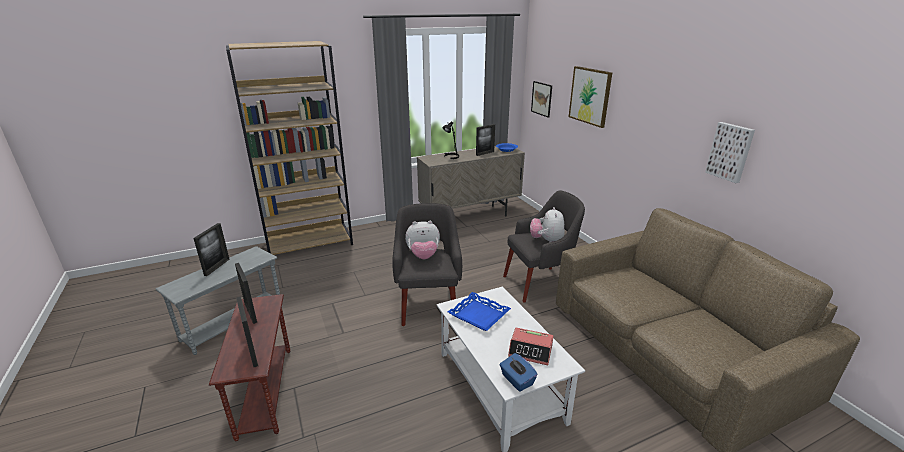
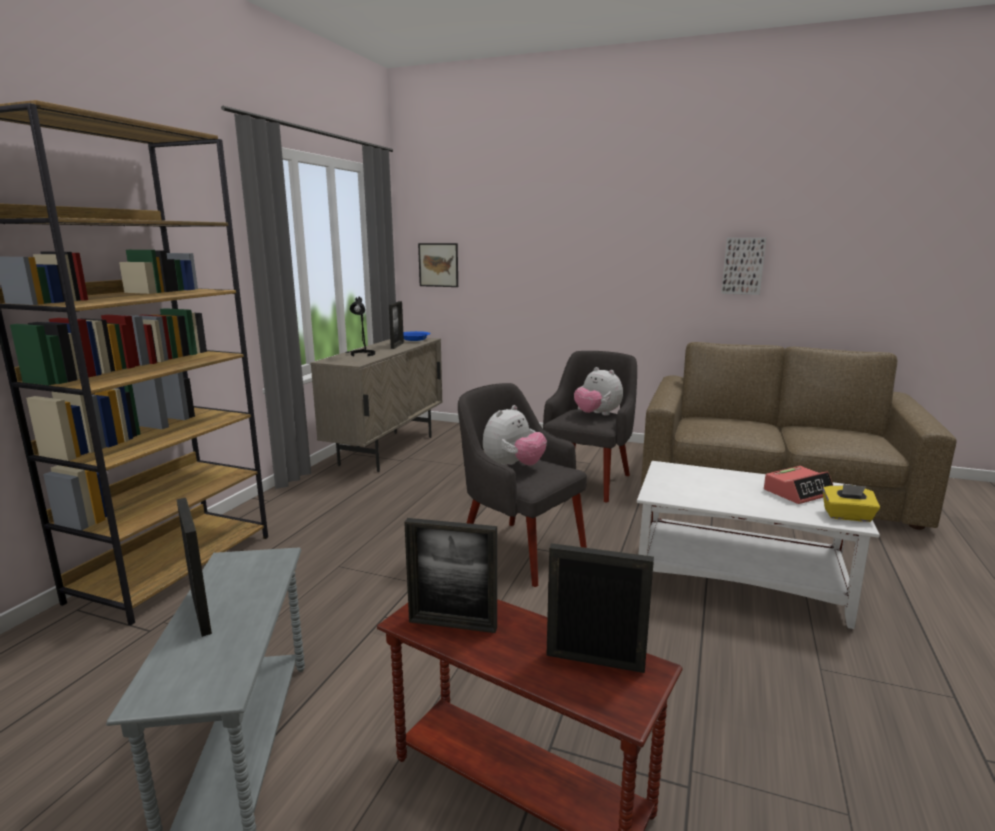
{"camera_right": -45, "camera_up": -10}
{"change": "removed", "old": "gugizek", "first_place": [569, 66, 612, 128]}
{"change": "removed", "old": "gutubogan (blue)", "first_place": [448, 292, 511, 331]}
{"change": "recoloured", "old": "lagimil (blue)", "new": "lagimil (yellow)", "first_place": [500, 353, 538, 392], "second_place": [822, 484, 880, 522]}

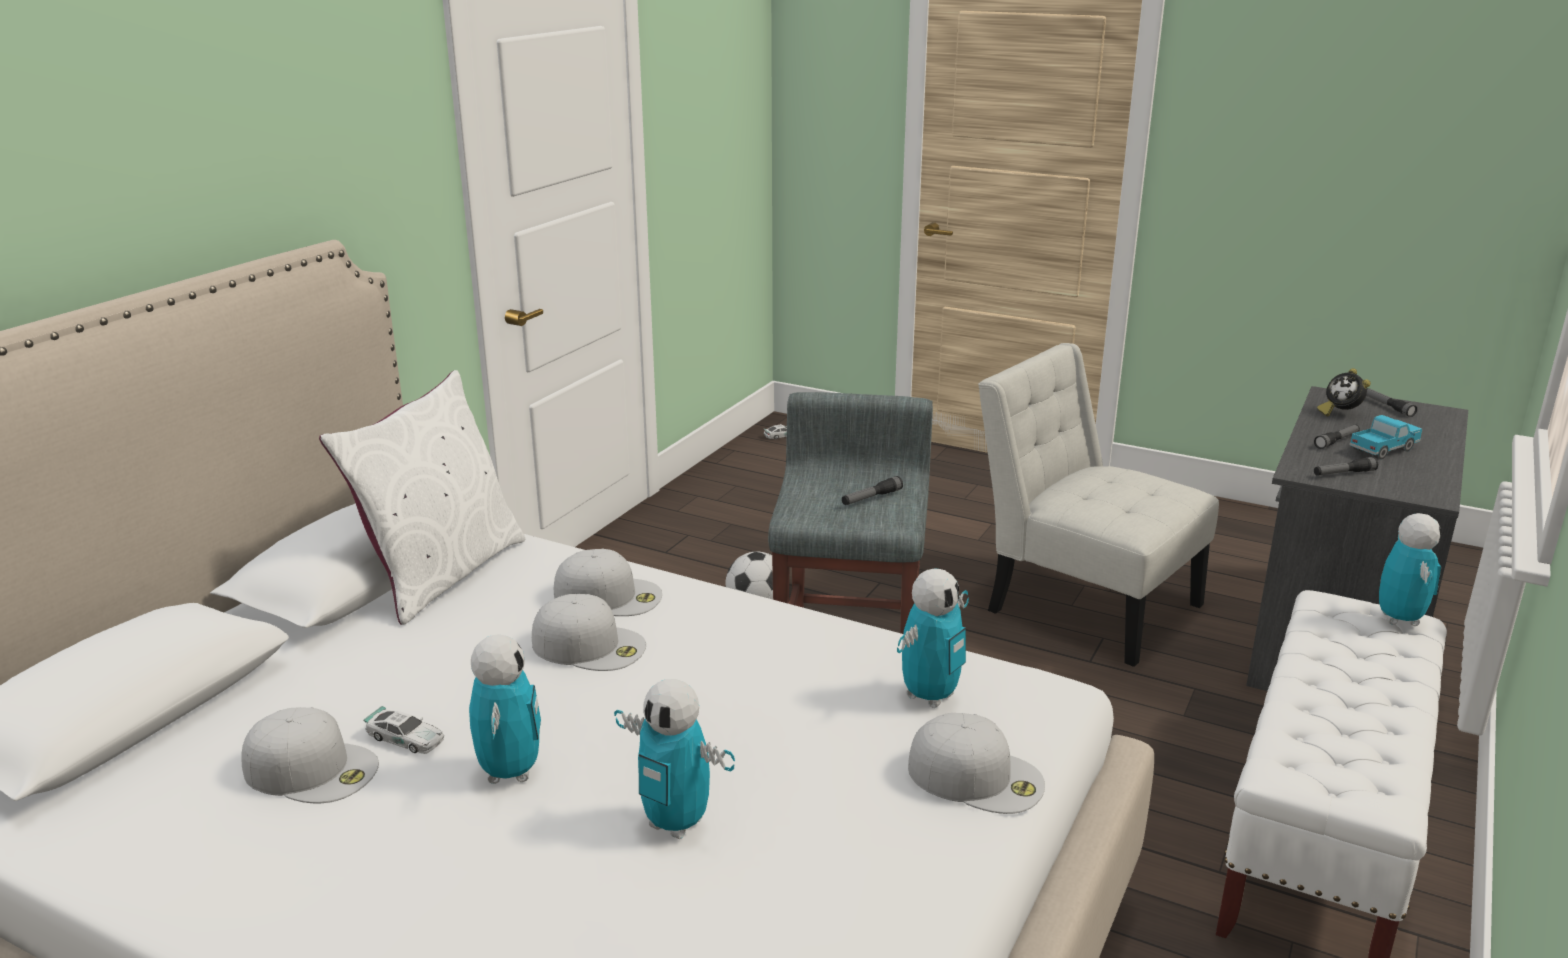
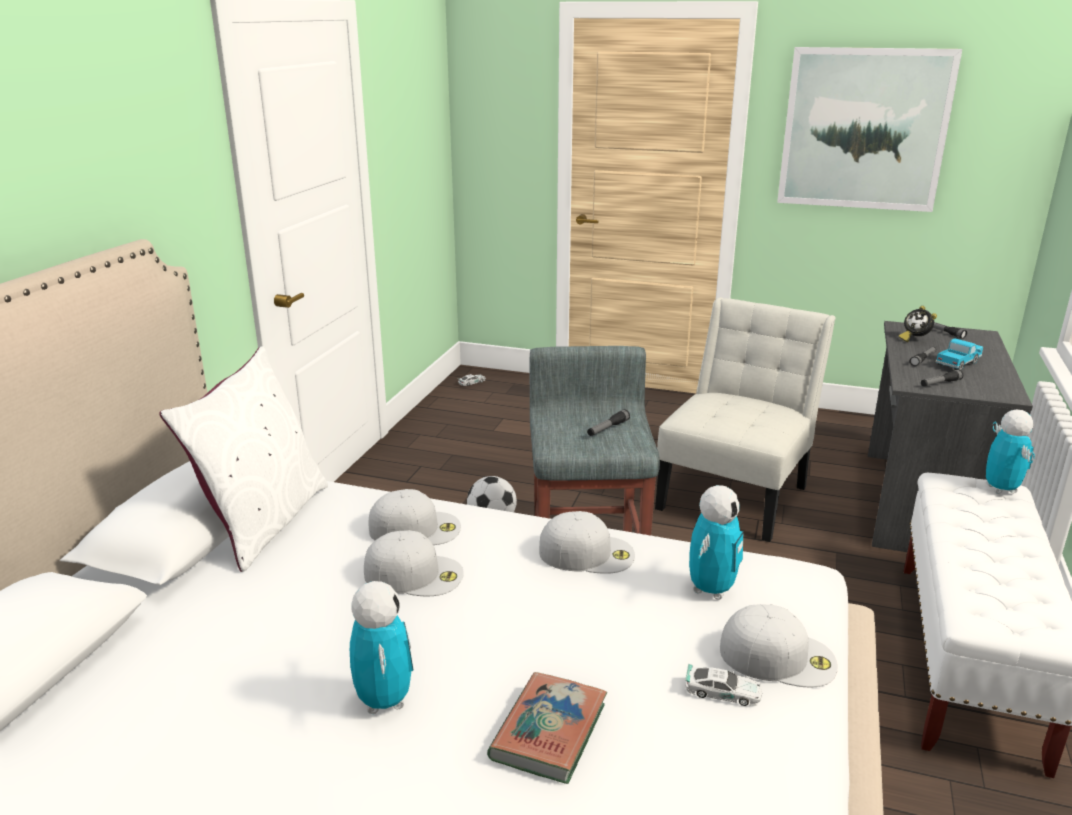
{"camera_right": -10, "camera_up": 0}
{"change": "turned", "old": "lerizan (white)", "first_place": [978, 343, 1219, 667], "second_place": [655, 297, 836, 542], "degrees": 90}
{"change": "replaced", "old": "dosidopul", "new": "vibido", "first_place": [614, 679, 735, 839], "second_place": [487, 672, 607, 784]}
{"change": "moved", "old": "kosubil", "first_place": [364, 706, 444, 754], "second_place": [685, 664, 762, 706]}
{"change": "moved", "old": "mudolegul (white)", "first_place": [241, 707, 379, 803], "second_place": [539, 511, 635, 574]}
{"change": "added", "new": "gugizek", "second_place": [777, 47, 962, 212]}

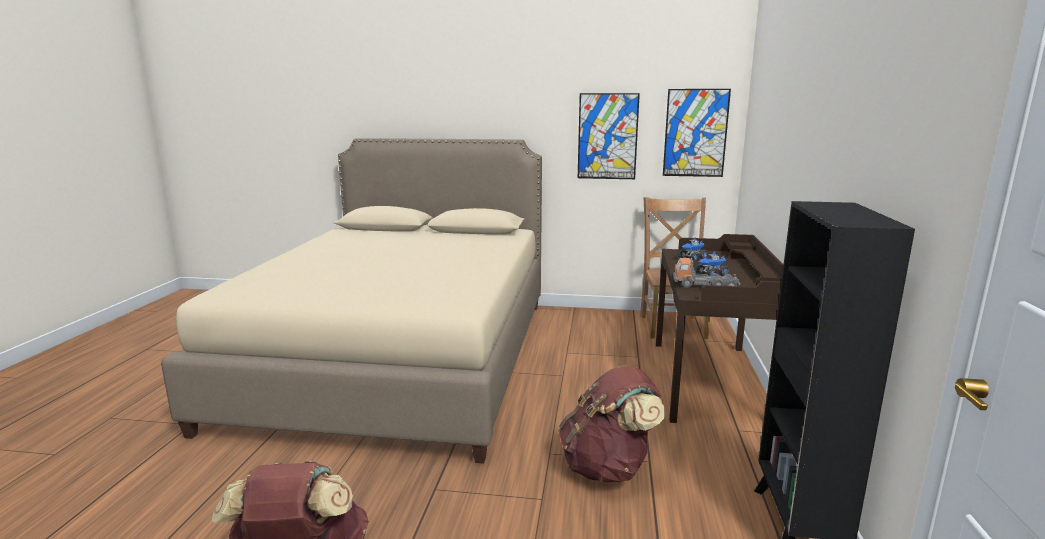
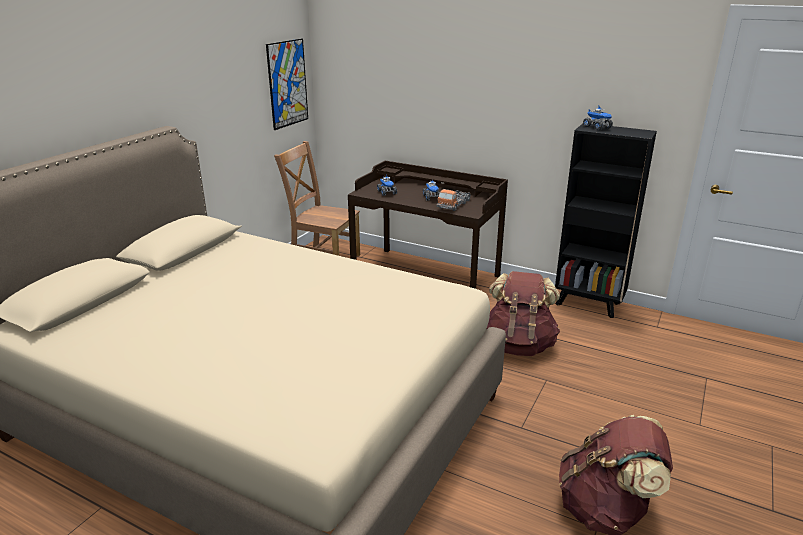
{"camera_right": -70, "camera_up": 10}
{"change": "removed", "old": "gugizek", "first_place": [578, 93, 640, 179]}
{"change": "added", "new": "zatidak", "second_place": [583, 106, 613, 130]}

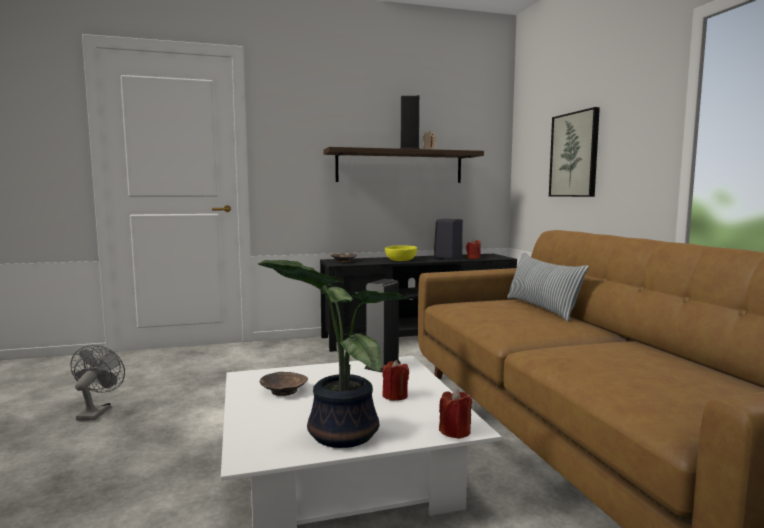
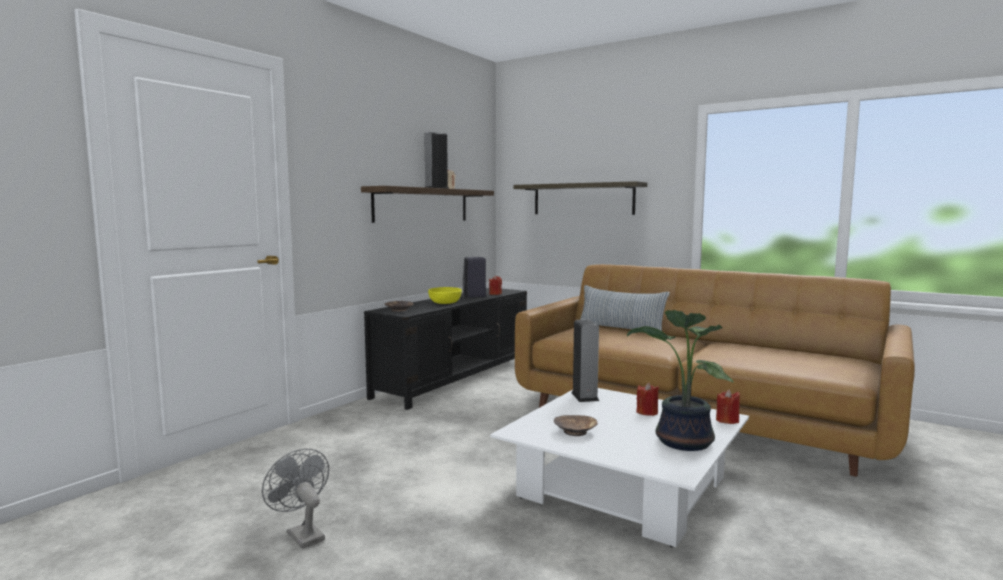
{"camera_right": -40, "camera_up": 0}
{"change": "replaced", "old": "gugizek", "new": "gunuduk", "first_place": [549, 107, 600, 197], "second_place": [513, 181, 647, 215]}

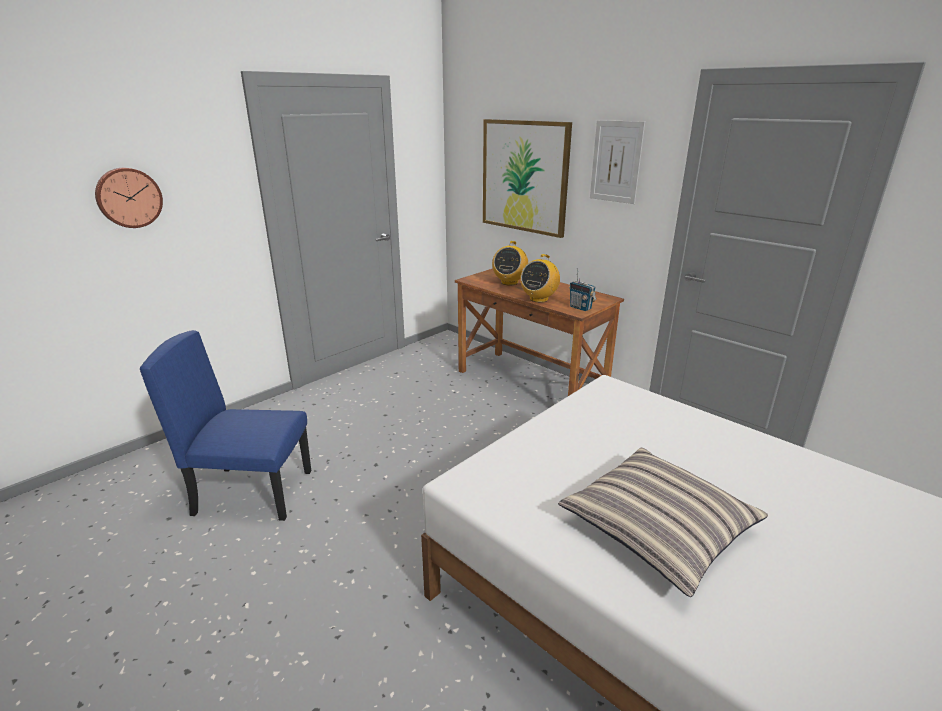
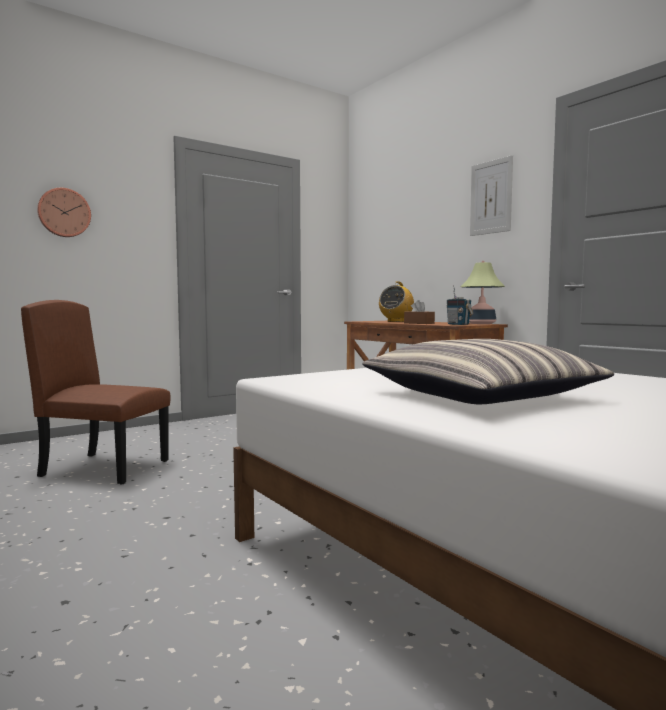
{"camera_right": 10, "camera_up": -20}
{"change": "removed", "old": "gugizek", "first_place": [483, 119, 572, 238]}
{"change": "replaced", "old": "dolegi", "new": "lagimil (brown)", "first_place": [520, 254, 560, 303], "second_place": [404, 300, 435, 324]}
{"change": "recoloured", "old": "lerizan (blue)", "new": "lerizan (brown)", "first_place": [140, 330, 311, 521], "second_place": [21, 300, 170, 485]}
{"change": "added", "new": "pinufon", "second_place": [461, 261, 505, 324]}

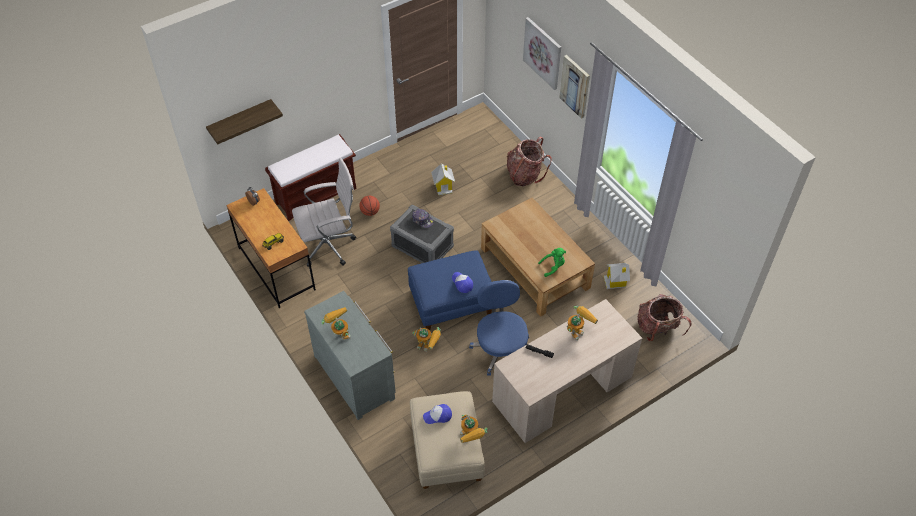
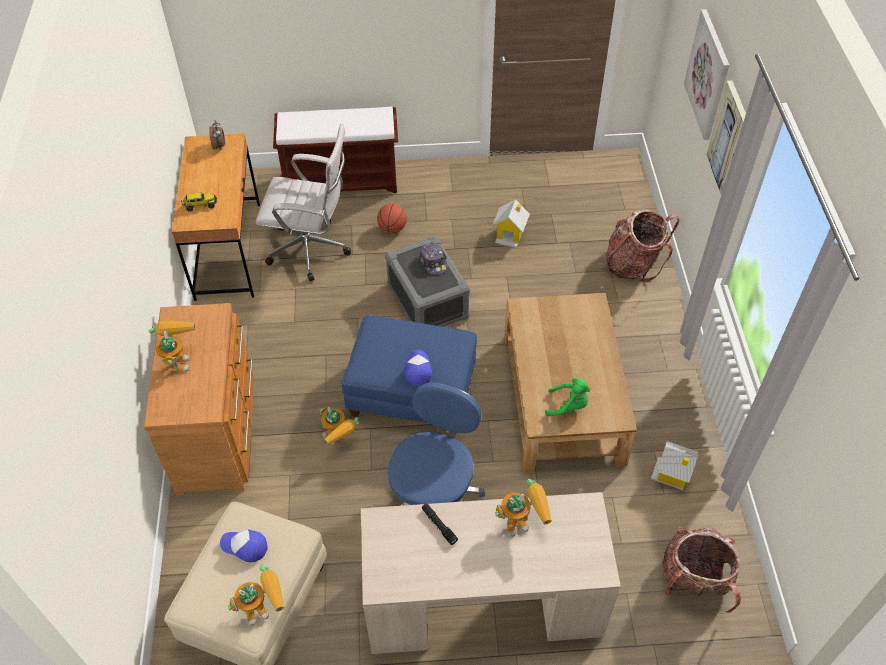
{"camera_right": 30, "camera_up": 0}
{"change": "removed", "old": "gunuduk", "first_place": [206, 99, 283, 145]}
{"change": "recoloured", "old": "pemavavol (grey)", "new": "pemavavol (brown)", "first_place": [304, 291, 396, 420], "second_place": [144, 303, 254, 496]}
{"change": "turned", "old": "dosidopul", "first_place": [460, 415, 488, 443], "second_place": [228, 566, 284, 626], "degrees": -120}

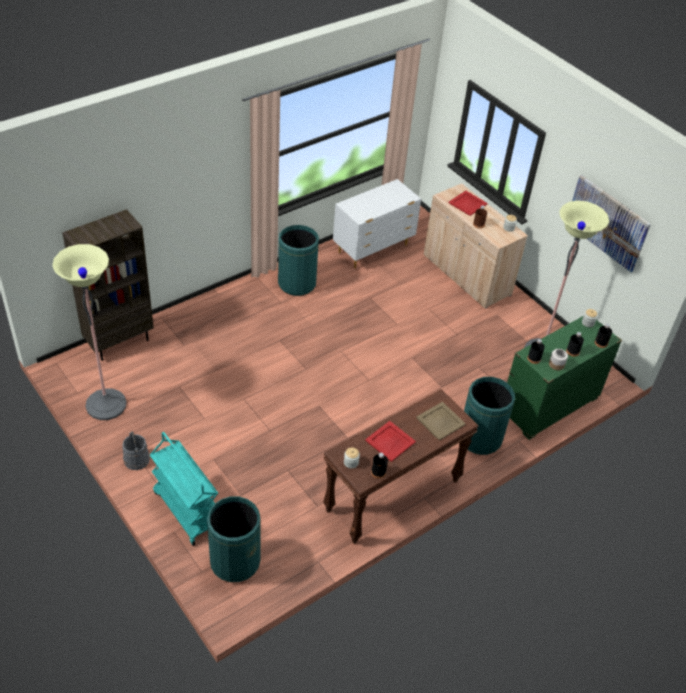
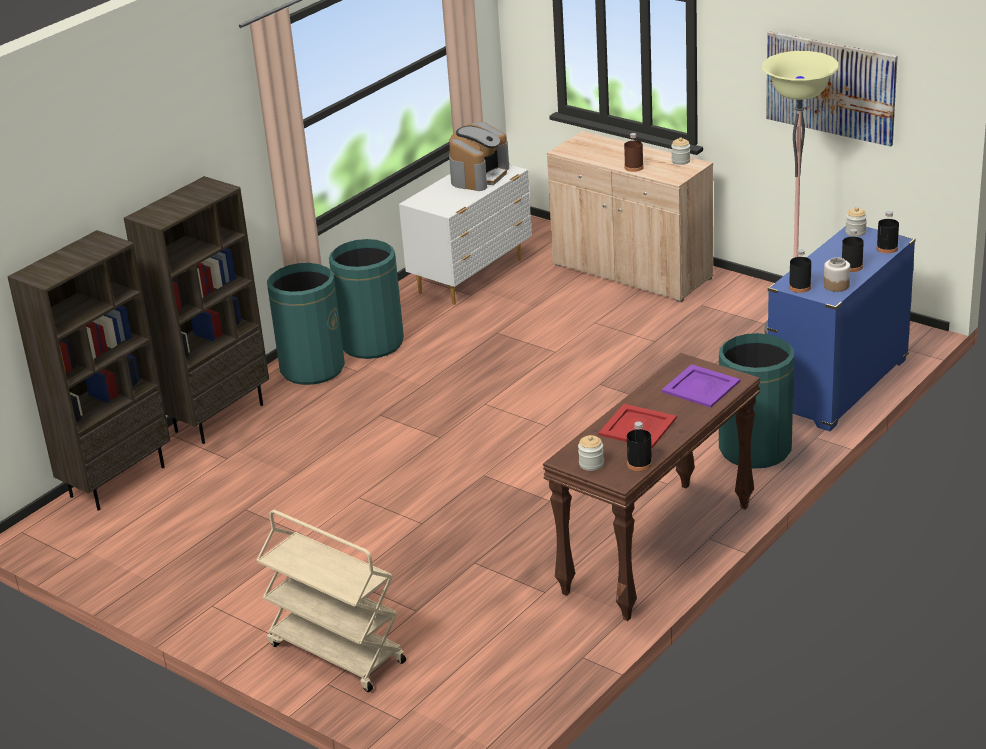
{"camera_right": -10, "camera_up": -15}
{"change": "removed", "old": "gutubogan (red)", "first_place": [448, 191, 488, 216]}
{"change": "removed", "old": "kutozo", "first_place": [52, 244, 126, 420]}
{"change": "recoloured", "old": "pemavavol (green)", "new": "pemavavol (blue)", "first_place": [507, 315, 622, 440], "second_place": [767, 225, 916, 431]}
{"change": "recoloured", "old": "gutubogan (beige)", "new": "gutubogan (purple)", "first_place": [416, 402, 466, 441], "second_place": [662, 364, 740, 408]}
{"change": "removed", "old": "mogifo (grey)", "first_place": [122, 431, 150, 470]}
{"change": "recoloured", "old": "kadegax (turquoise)", "new": "kadegax (beige)", "first_place": [150, 432, 218, 546], "second_place": [257, 510, 406, 692]}
{"change": "moved", "old": "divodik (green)", "first_place": [207, 497, 261, 582], "second_place": [267, 263, 345, 385]}
{"change": "added", "new": "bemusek", "second_place": [449, 122, 509, 191]}
{"change": "added", "new": "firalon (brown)", "second_place": [124, 176, 269, 444]}

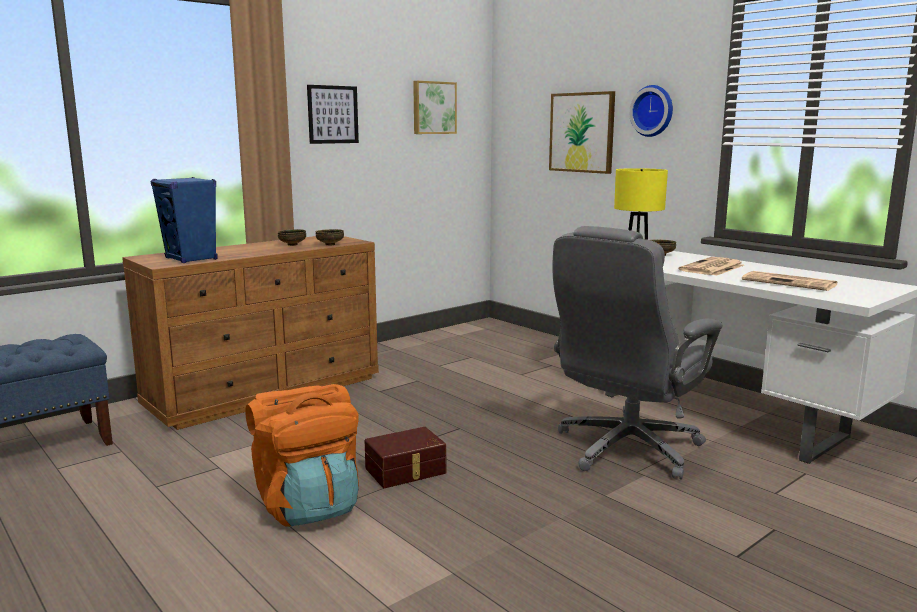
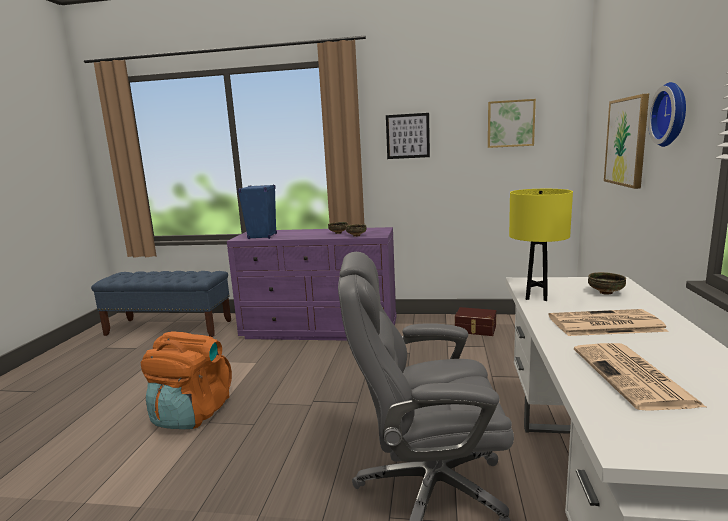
{"camera_right": 50, "camera_up": 0}
{"change": "recoloured", "old": "pemavavol (brown)", "new": "pemavavol (purple)", "first_place": [122, 236, 379, 430], "second_place": [227, 227, 397, 341]}
{"change": "moved", "old": "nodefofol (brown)", "first_place": [365, 427, 446, 488], "second_place": [455, 307, 496, 336]}

